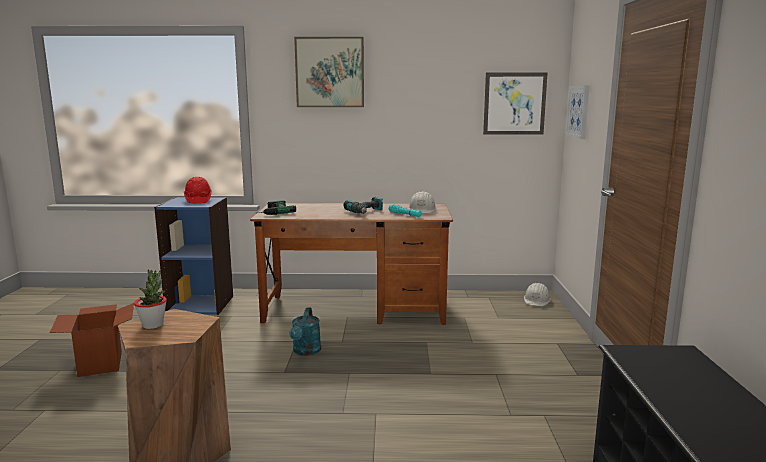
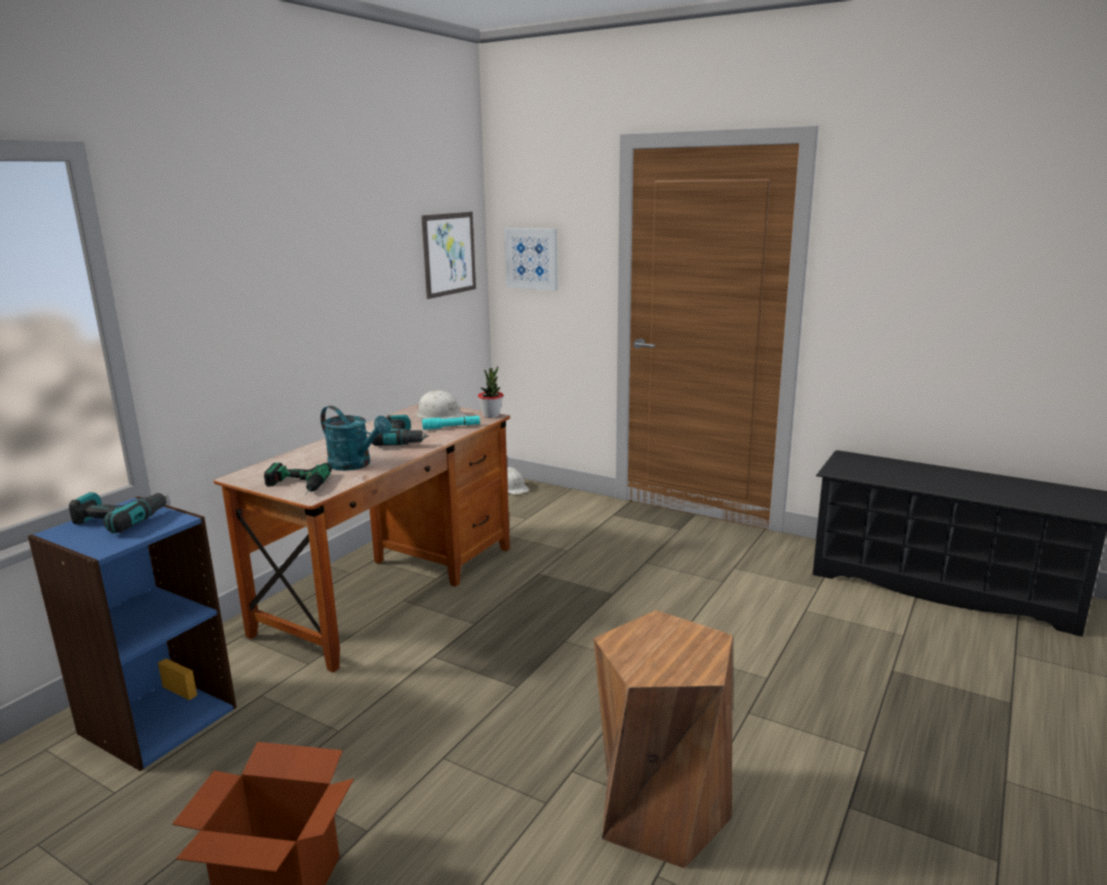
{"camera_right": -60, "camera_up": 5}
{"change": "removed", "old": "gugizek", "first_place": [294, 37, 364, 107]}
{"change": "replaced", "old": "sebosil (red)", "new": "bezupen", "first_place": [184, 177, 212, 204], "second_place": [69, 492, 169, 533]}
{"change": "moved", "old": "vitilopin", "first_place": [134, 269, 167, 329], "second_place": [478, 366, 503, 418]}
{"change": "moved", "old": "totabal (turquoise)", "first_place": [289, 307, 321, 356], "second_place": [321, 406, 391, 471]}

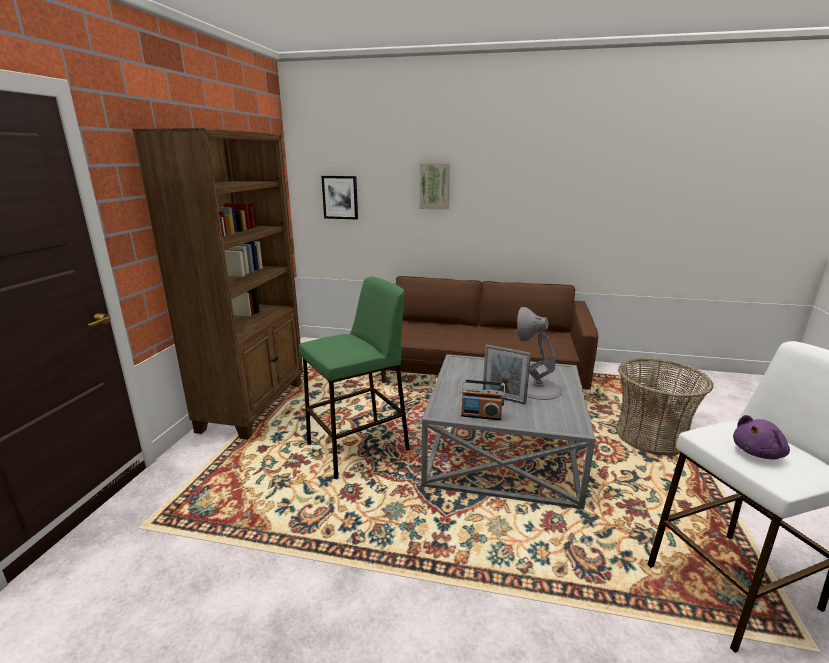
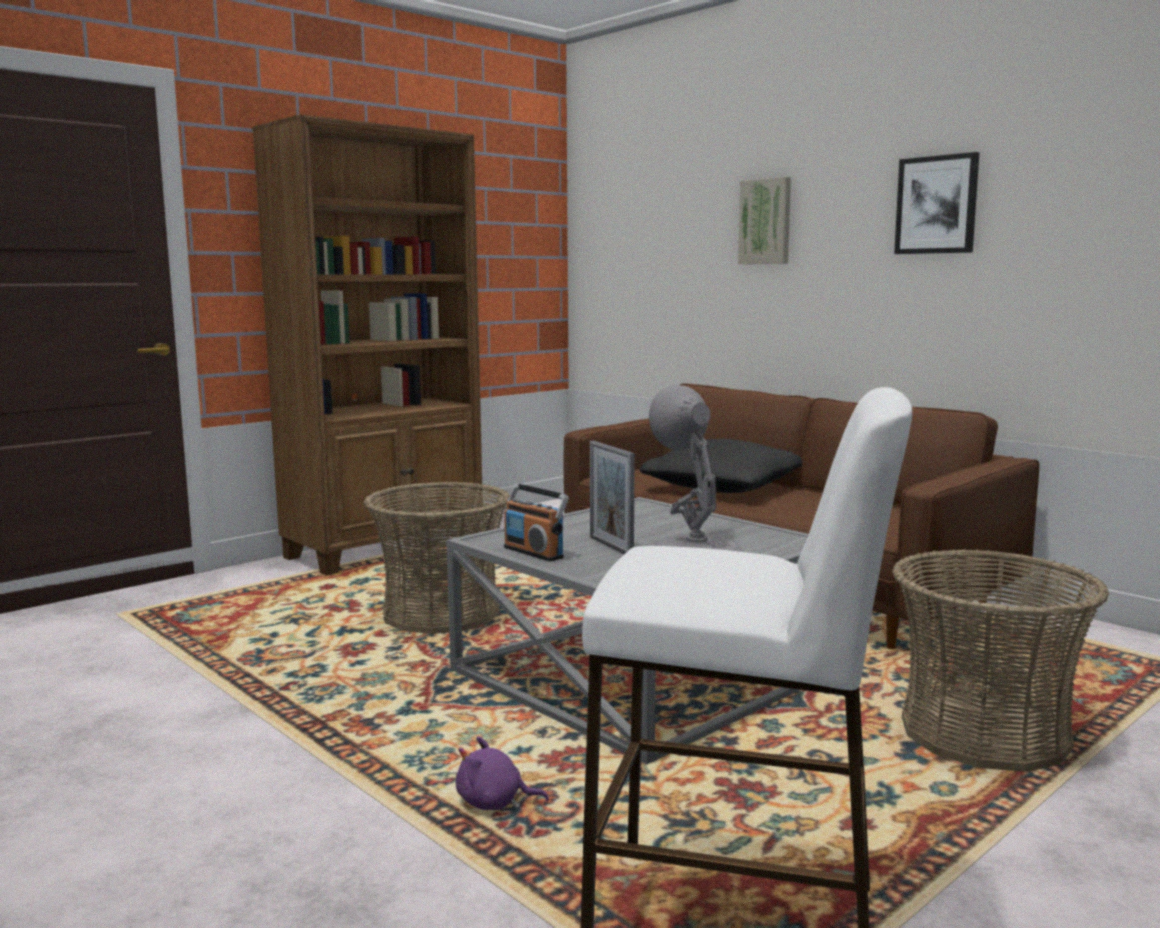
{"camera_right": 35, "camera_up": -10}
{"change": "moved", "old": "gugizek", "first_place": [321, 176, 358, 219], "second_place": [894, 152, 980, 254]}
{"change": "replaced", "old": "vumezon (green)", "new": "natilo", "first_place": [299, 277, 410, 479], "second_place": [364, 482, 509, 634]}
{"change": "moved", "old": "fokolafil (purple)", "first_place": [733, 415, 790, 459], "second_place": [456, 736, 549, 810]}
{"change": "added", "new": "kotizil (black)", "second_place": [640, 439, 803, 493]}

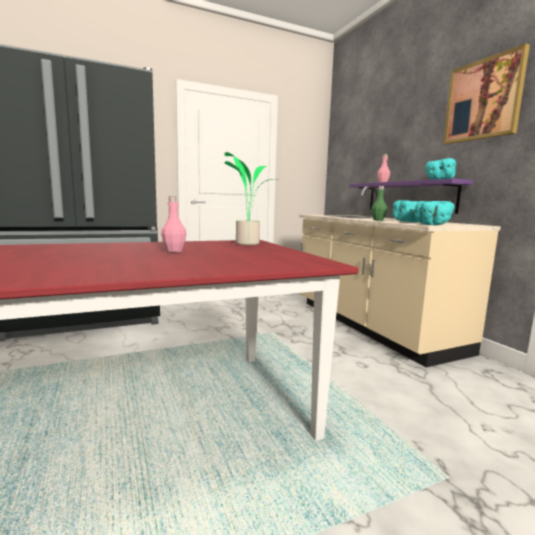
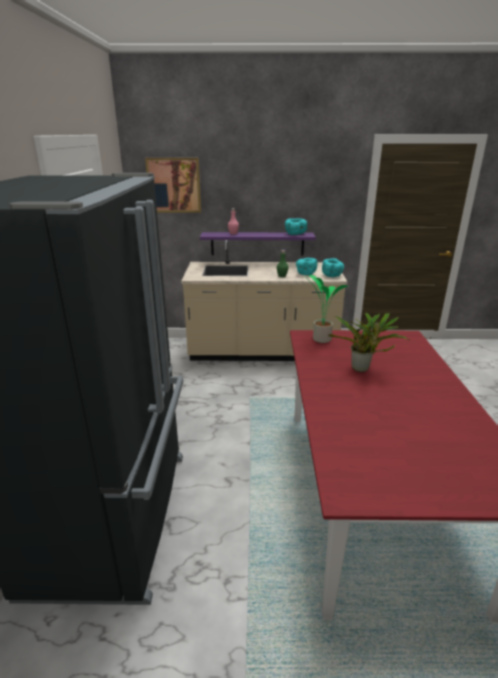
{"camera_right": -65, "camera_up": 15}
{"change": "moved", "old": "gugizek", "first_place": [443, 44, 530, 144], "second_place": [145, 158, 201, 213]}
{"change": "replaced", "old": "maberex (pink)", "new": "vitilopin", "first_place": [161, 197, 186, 253], "second_place": [329, 313, 410, 372]}

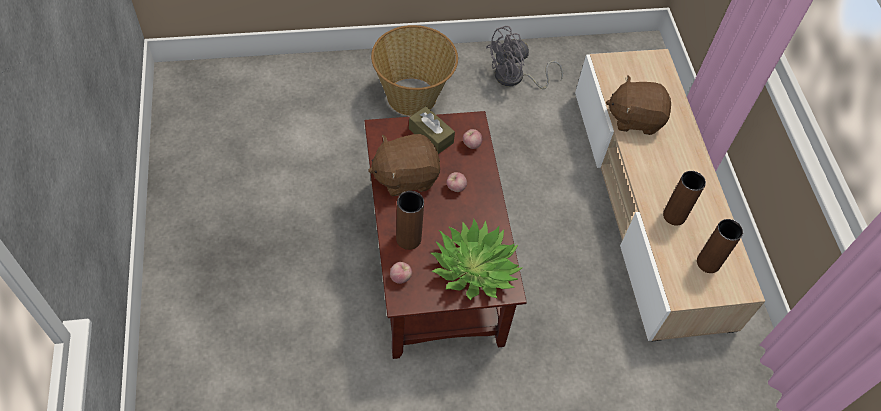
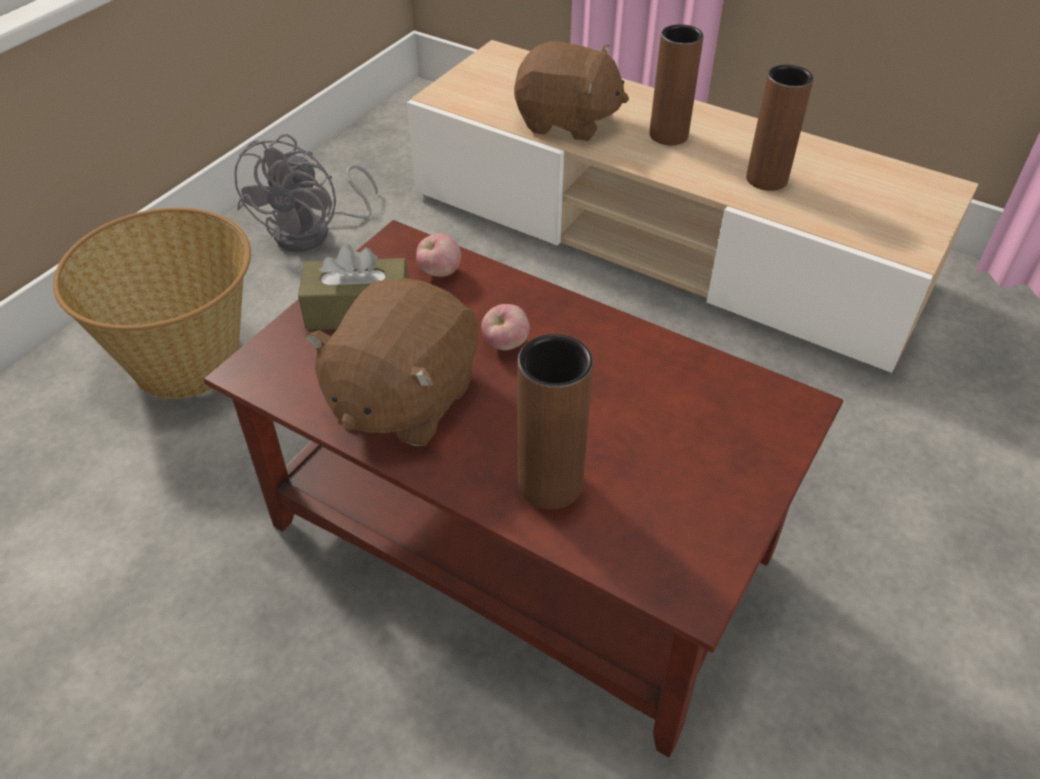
{"camera_right": -45, "camera_up": -10}
{"change": "turned", "old": "fokolafil (brown)", "first_place": [606, 76, 671, 135], "second_place": [514, 41, 629, 141], "degrees": -120}
{"change": "removed", "old": "vitilopin", "first_place": [431, 219, 522, 300]}
{"change": "moved", "old": "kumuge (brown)", "first_place": [697, 219, 743, 273], "second_place": [650, 24, 704, 145]}
{"change": "removed", "old": "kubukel", "first_place": [390, 262, 412, 284]}

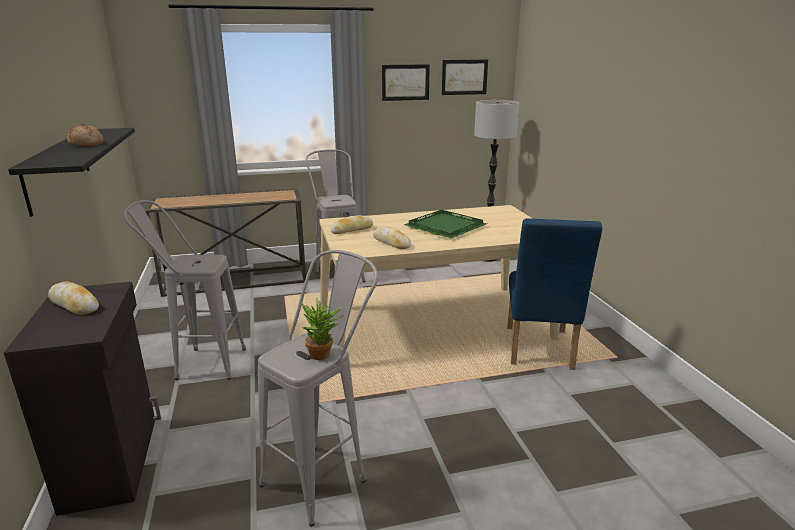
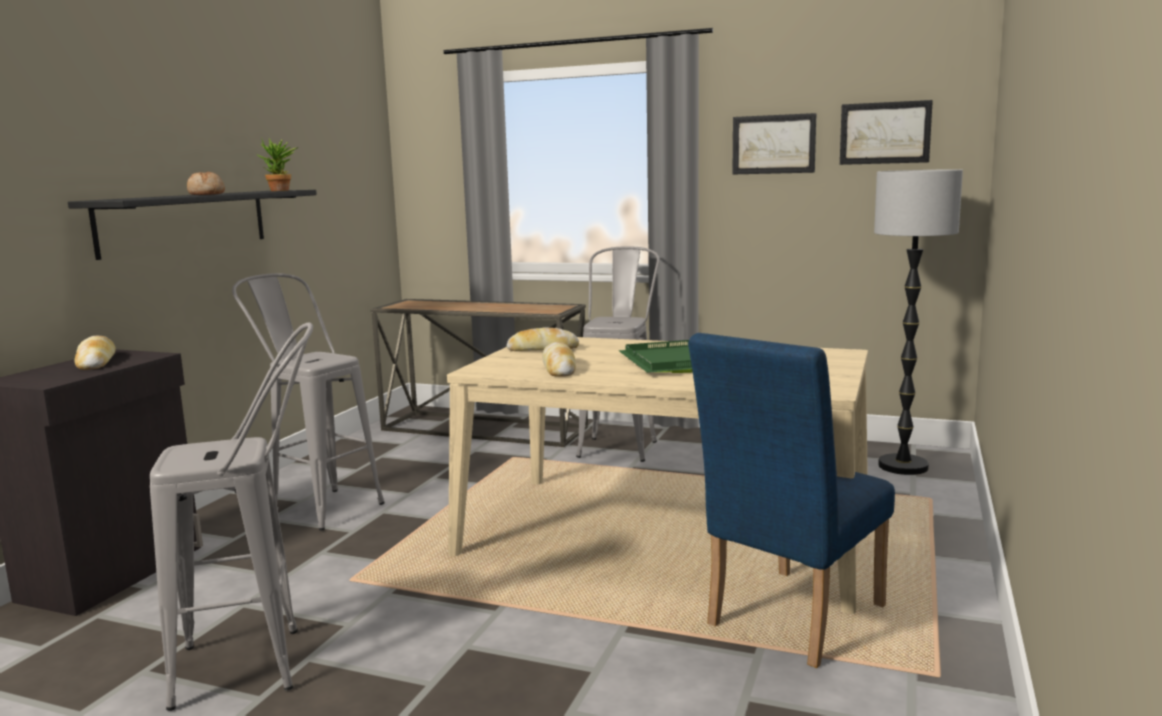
{"camera_right": 35, "camera_up": -10}
{"change": "moved", "old": "vitilopin", "first_place": [301, 297, 344, 360], "second_place": [257, 139, 299, 191]}

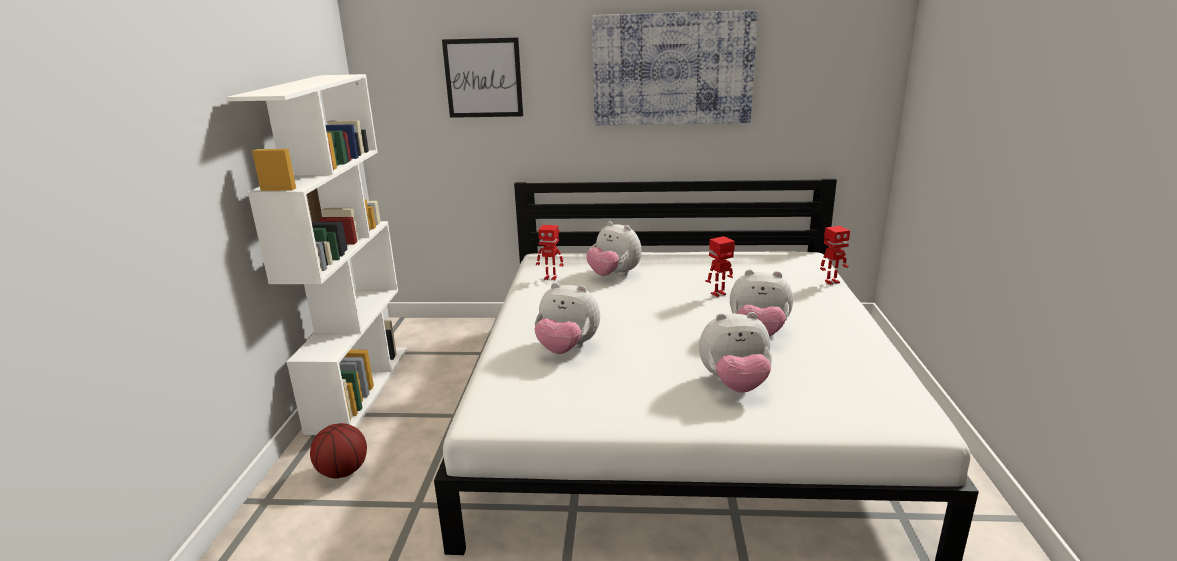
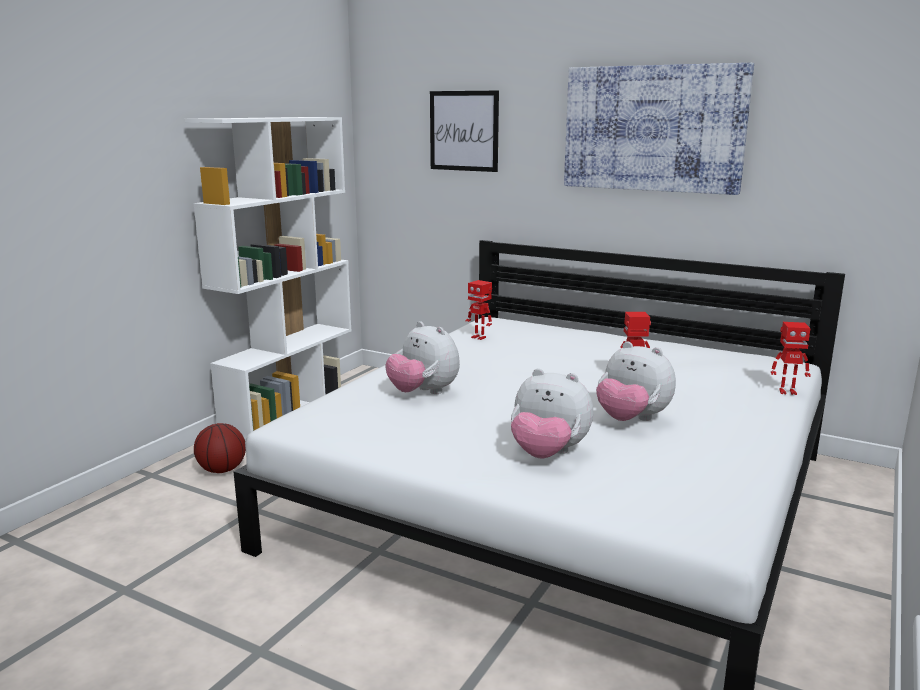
{"camera_right": 25, "camera_up": -5}
{"change": "removed", "old": "fokolafil", "first_place": [586, 221, 642, 276]}

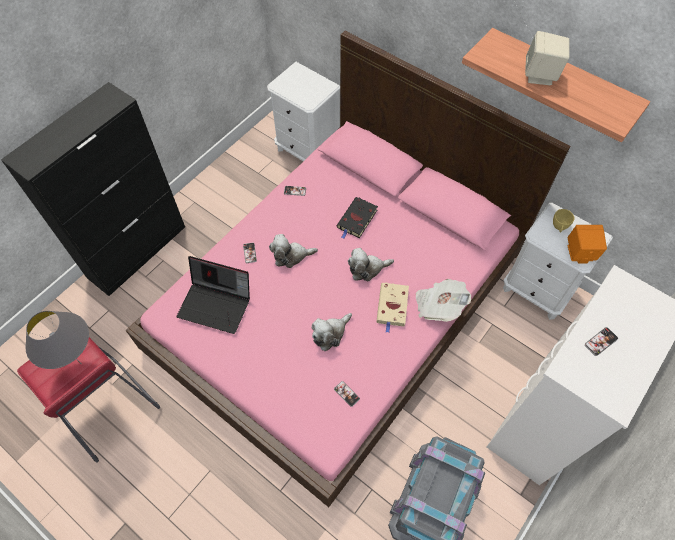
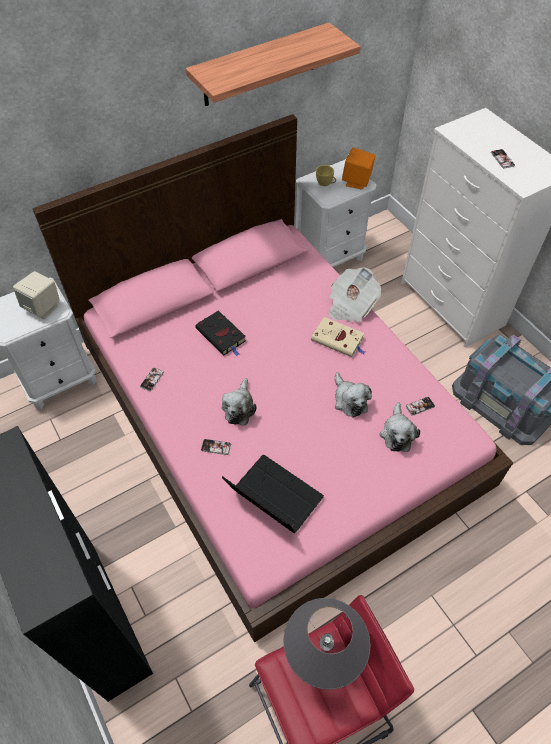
{"camera_right": -70, "camera_up": -5}
{"change": "moved", "old": "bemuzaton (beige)", "first_place": [525, 31, 569, 85], "second_place": [13, 271, 60, 319]}
{"change": "moved", "old": "fokolafil", "first_place": [348, 248, 394, 281], "second_place": [379, 402, 420, 452]}
{"change": "turned", "old": "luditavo", "first_place": [177, 256, 250, 334], "second_place": [222, 455, 324, 533], "degrees": -90}

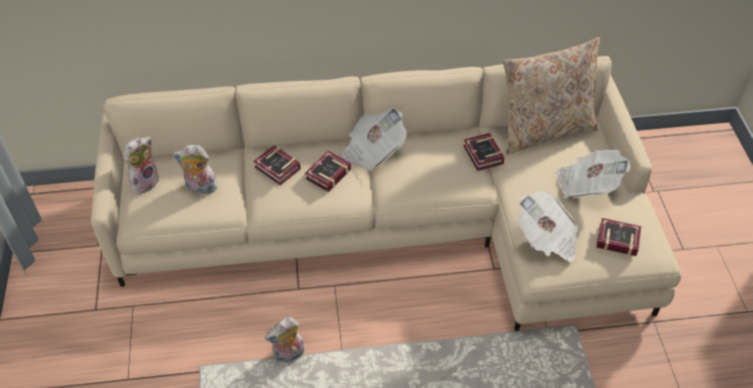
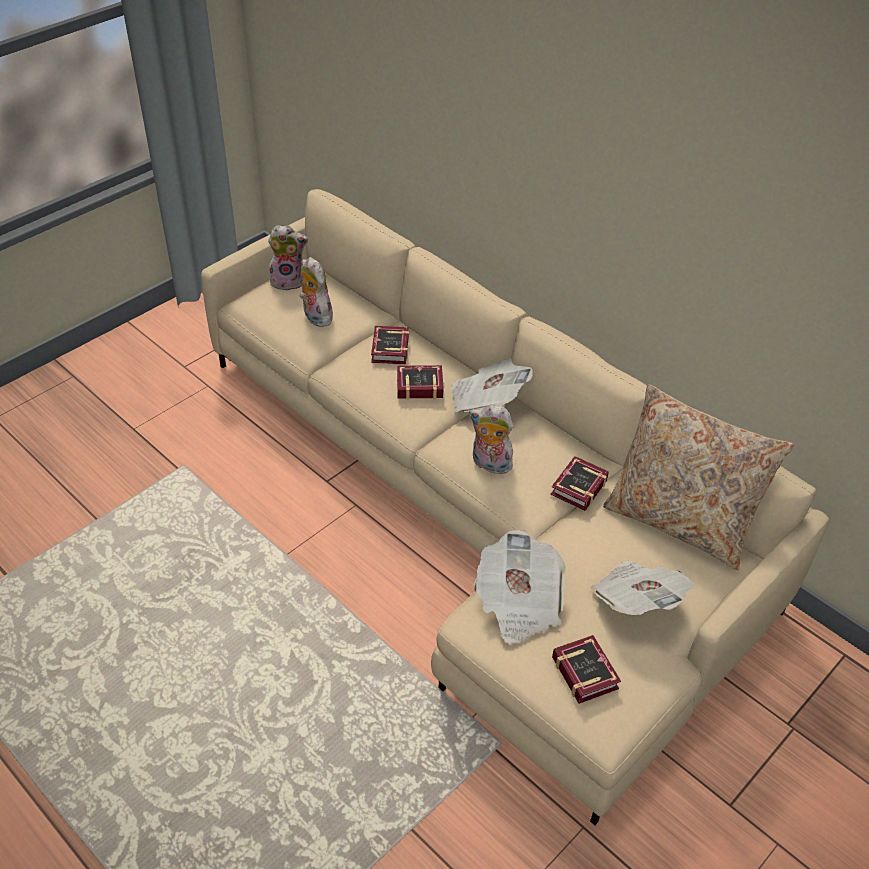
{"camera_right": 50, "camera_up": -5}
{"change": "moved", "old": "fokolafil", "first_place": [265, 318, 304, 363], "second_place": [469, 405, 514, 474]}

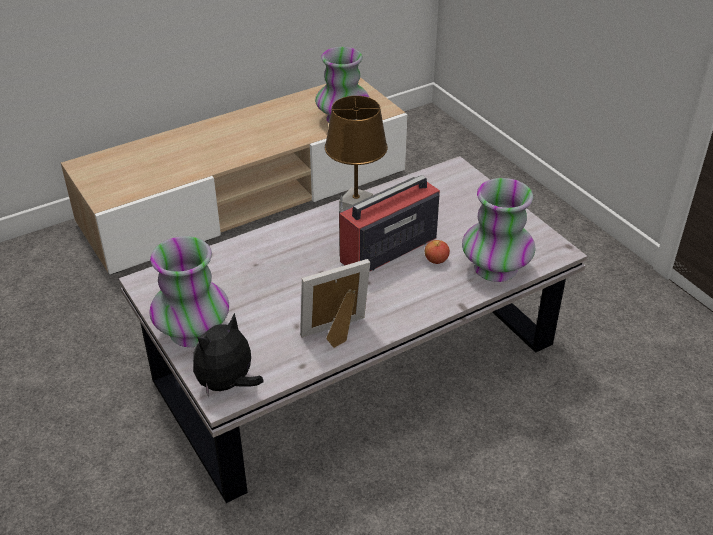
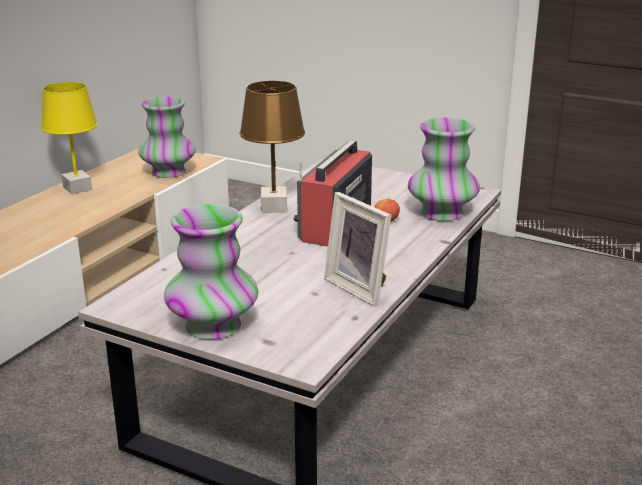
{"camera_right": -30, "camera_up": -15}
{"change": "turned", "old": "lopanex", "first_place": [300, 259, 370, 348], "second_place": [324, 192, 392, 306], "degrees": -75}
{"change": "removed", "old": "fokolafil", "first_place": [193, 313, 264, 397]}
{"change": "added", "new": "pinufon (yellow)", "second_place": [41, 82, 98, 194]}

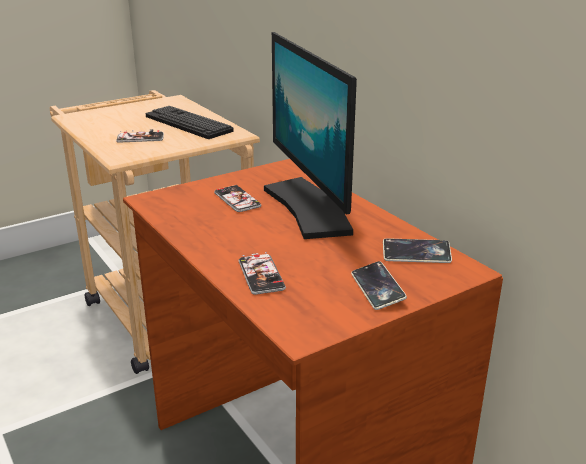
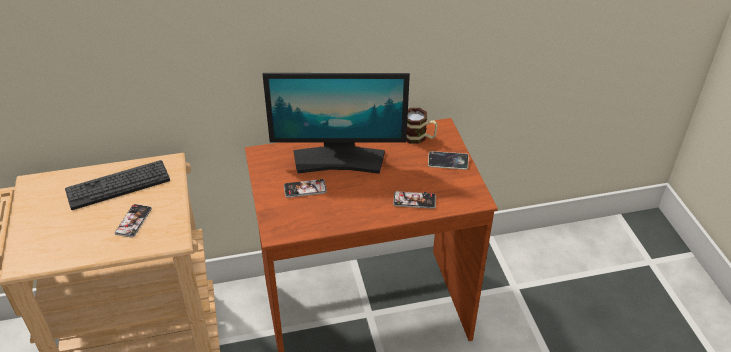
{"camera_right": -70, "camera_up": 15}
{"change": "replaced", "old": "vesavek", "new": "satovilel", "first_place": [383, 238, 452, 263], "second_place": [406, 108, 438, 144]}

